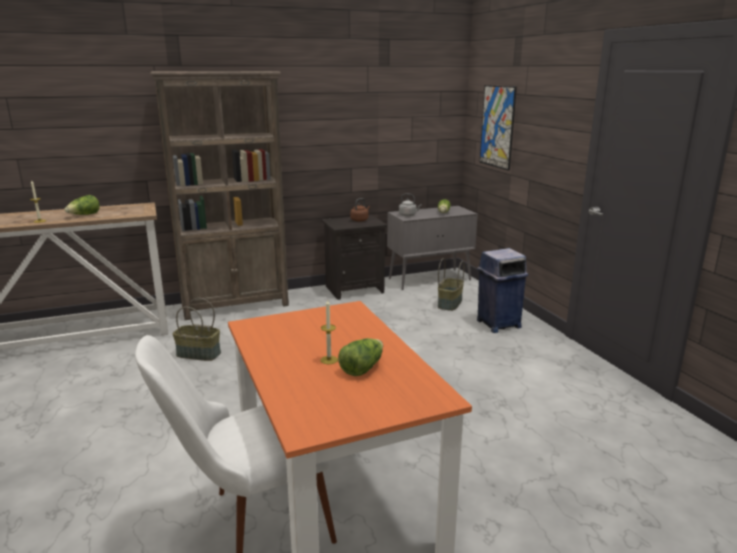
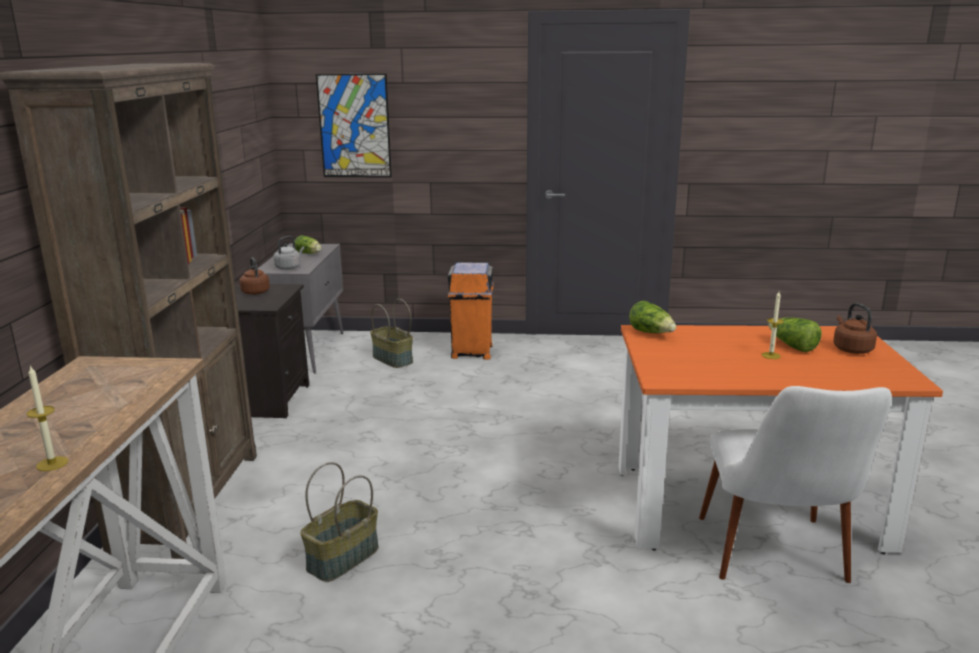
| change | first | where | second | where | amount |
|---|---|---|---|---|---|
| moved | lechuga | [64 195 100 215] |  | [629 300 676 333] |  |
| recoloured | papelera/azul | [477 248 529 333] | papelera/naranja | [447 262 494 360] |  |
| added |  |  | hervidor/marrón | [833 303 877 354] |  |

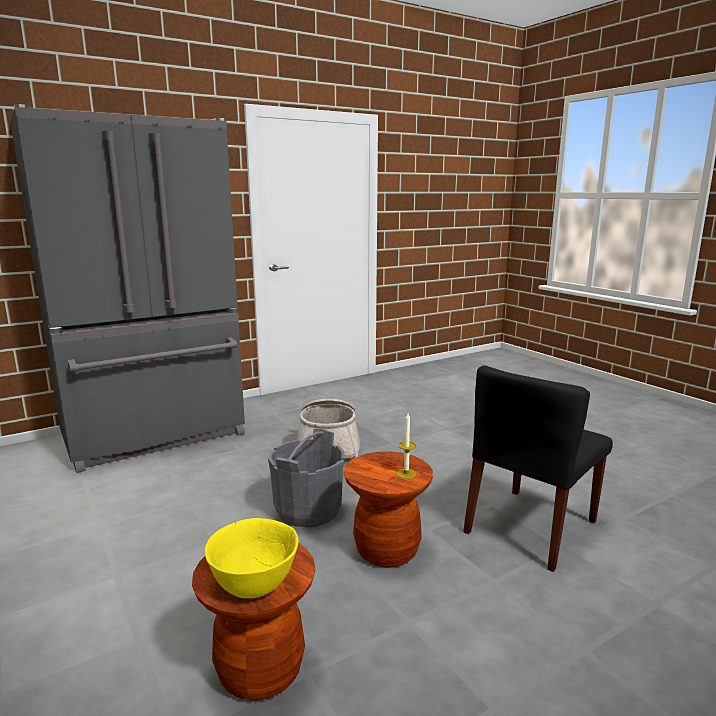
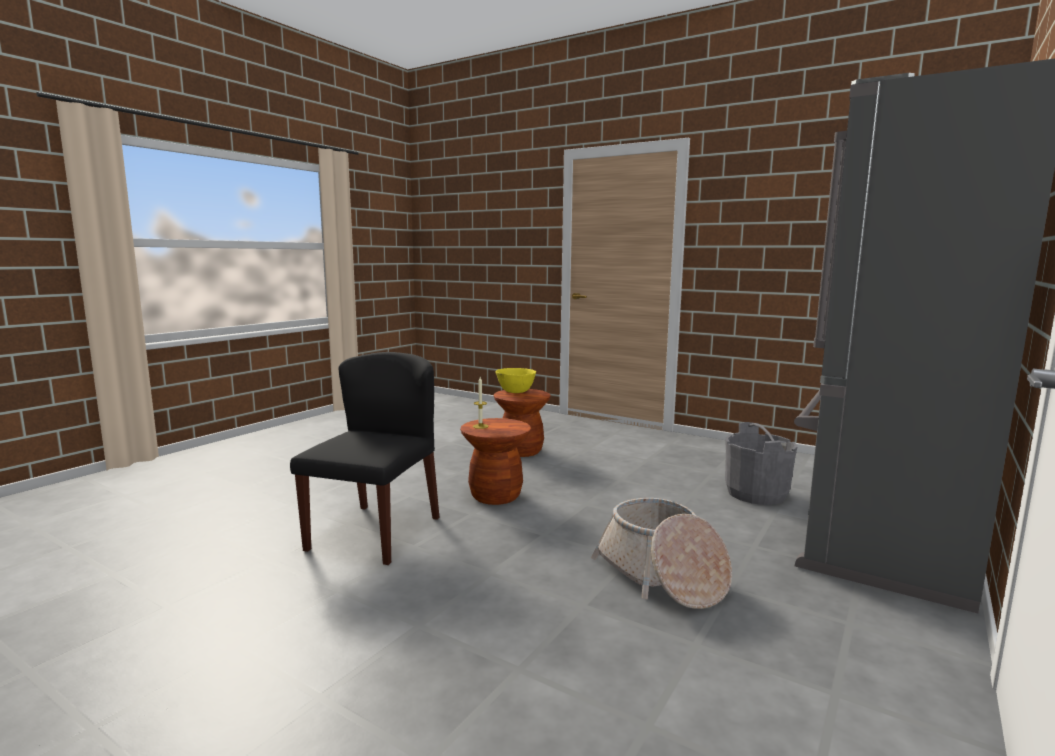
| change | first | where | second | where | amount |
|---|---|---|---|---|---|
| moved | cubo/gris | [268 429 344 527] |  | [725 422 798 505] |  |

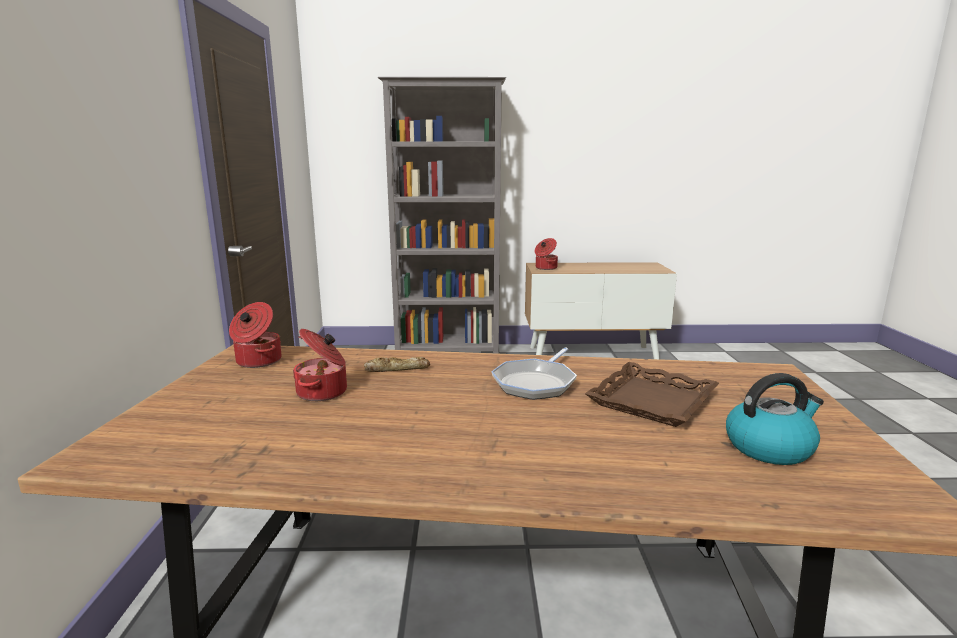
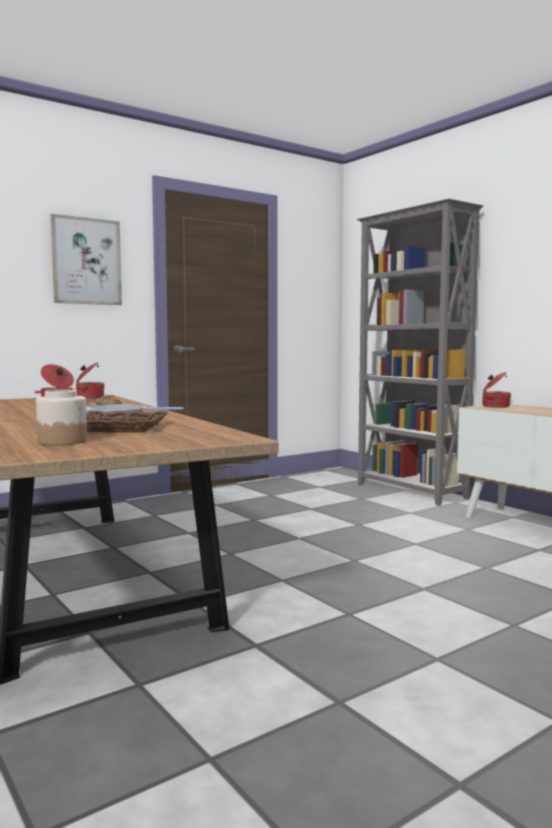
| change | first | where | second | where | amount |
|---|---|---|---|---|---|
| replaced | hervidor | [726 373 824 465] | tarro | [36 390 87 445] |  |
| added |  |  | cuadro | [51 214 122 305] |  |

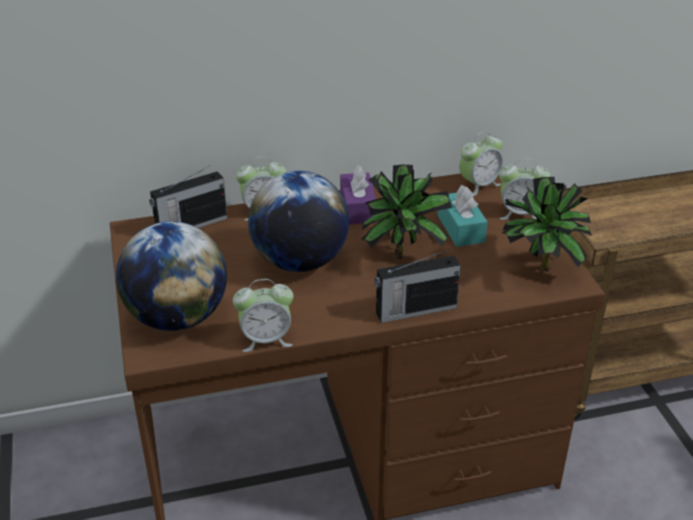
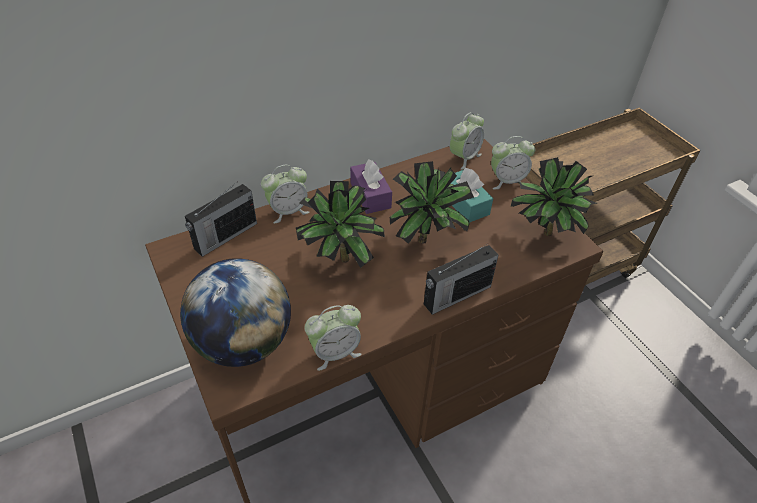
| change | first | where | second | where | amount |
|---|---|---|---|---|---|
| replaced | globo terráqueo | [248 171 349 272] | planta en maceta | [296 181 385 268] |  |

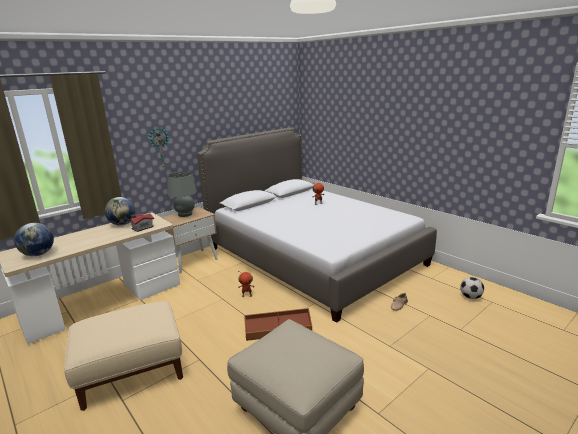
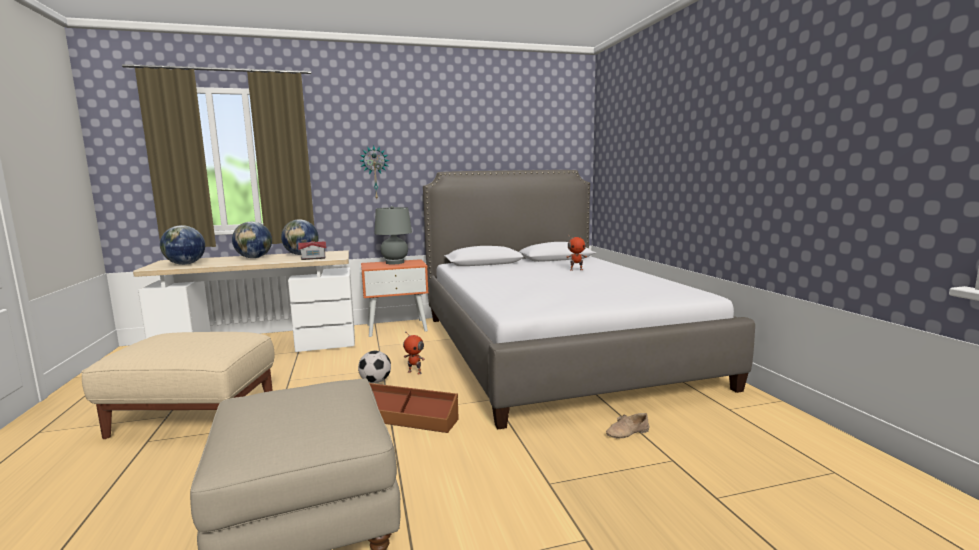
| change | first | where | second | where | amount |
|---|---|---|---|---|---|
| recoloured | mesita de noche/beis | [161 207 218 274] | mesita de noche/naranja | [361 259 429 337] |  |
| moved | balón de fútbol | [460 277 484 299] |  | [358 350 391 383] |  |
| added |  |  | globo terráqueo | [232 222 272 258] |  |

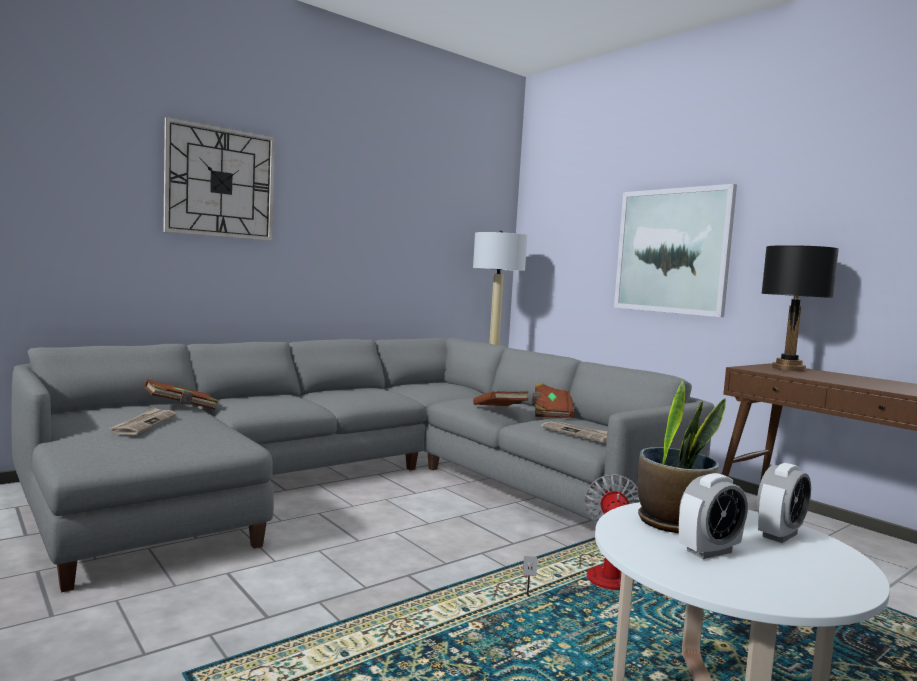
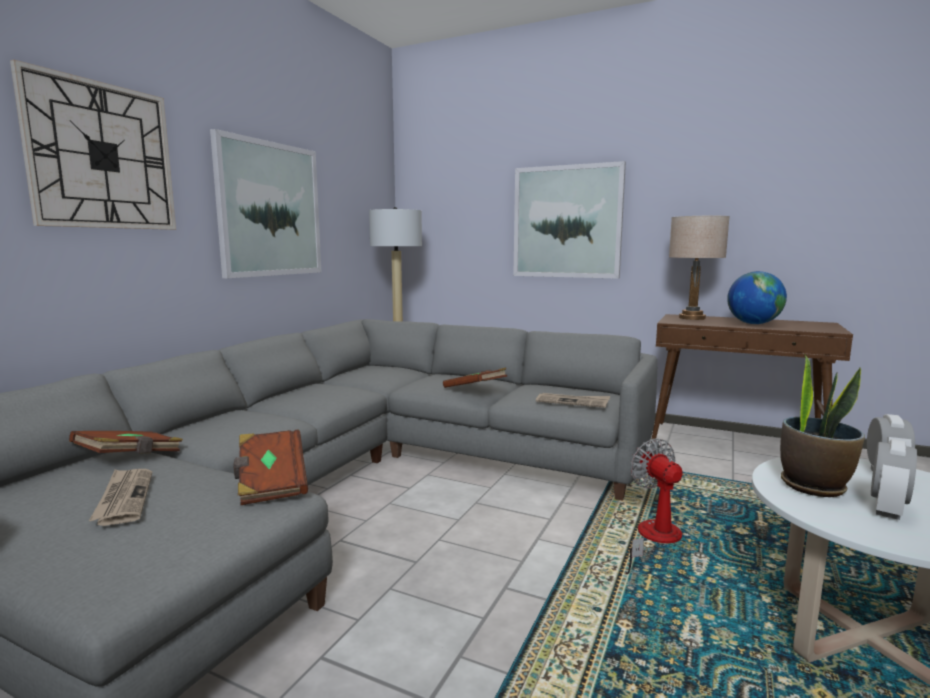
| change | first | where | second | where | amount |
|---|---|---|---|---|---|
| recoloured | lámpara de mesa/negro | [761 245 839 371] | lámpara de mesa/beis | [669 216 730 320] |  |
| moved | libro/marrón | [532 383 575 418] |  | [233 430 308 505] |  |
| added |  |  | cuadro | [210 129 321 278] |  |
| added |  |  | globo terráqueo | [727 271 787 324] |  |

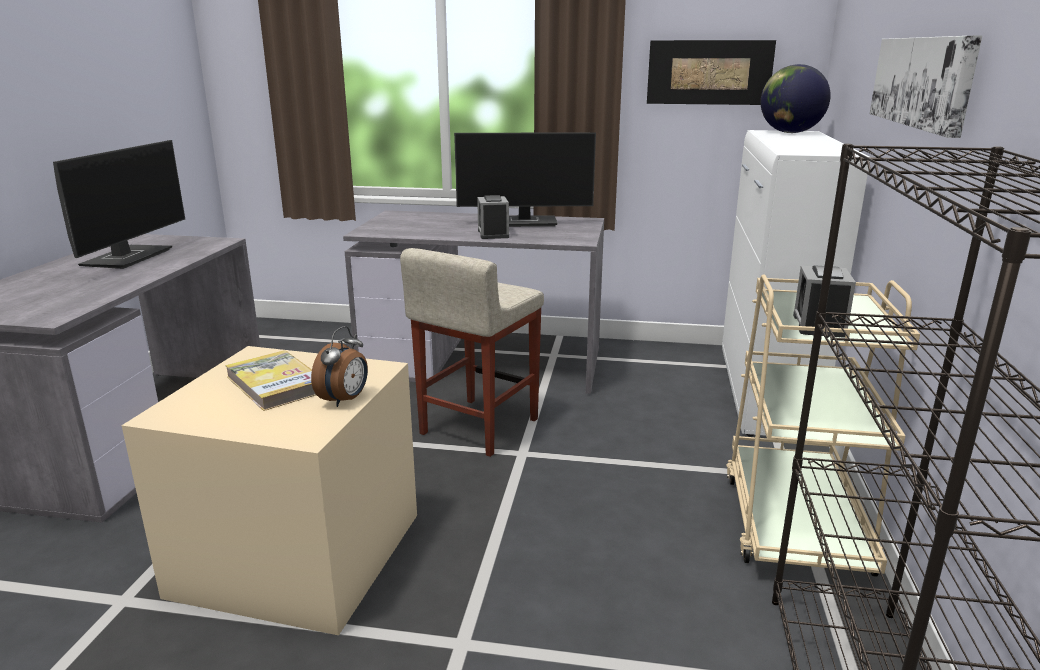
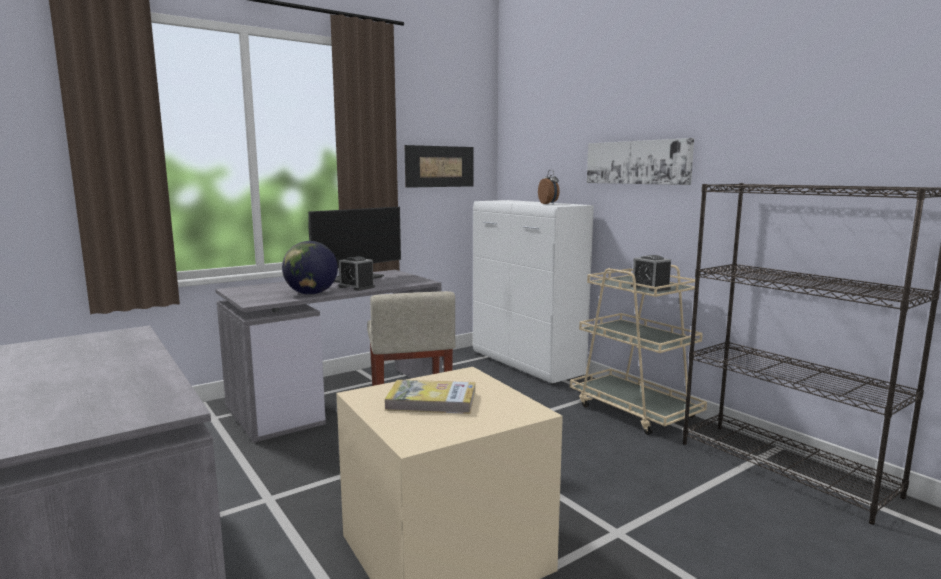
| change | first | where | second | where | amount |
|---|---|---|---|---|---|
| moved | globo terráqueo | [761 64 831 133] |  | [282 241 338 295] |  |
| removed | monitor | [53 140 185 269] |  |  |  |
| moved | despertador | [311 326 368 407] |  | [538 170 560 204] |  |

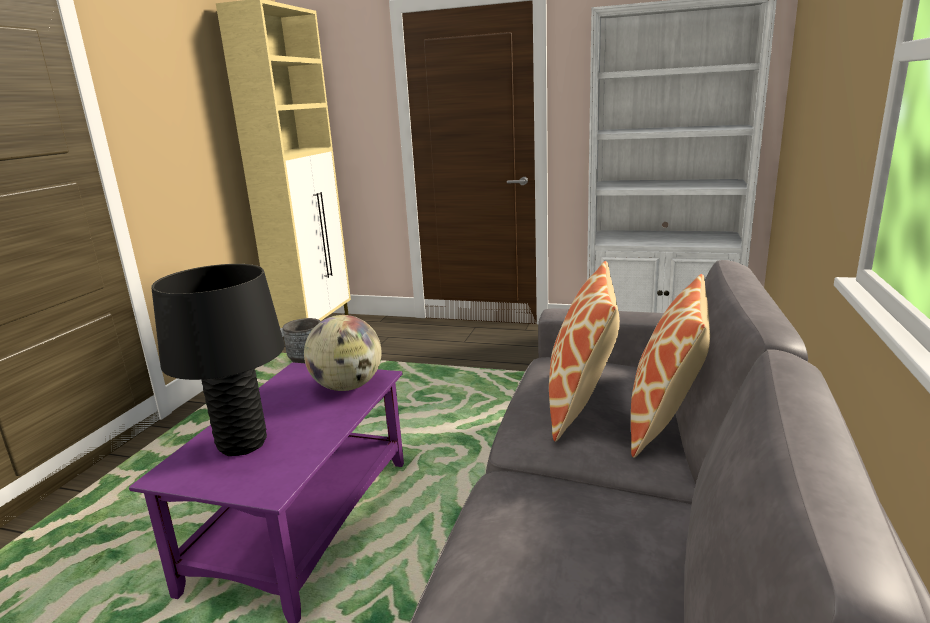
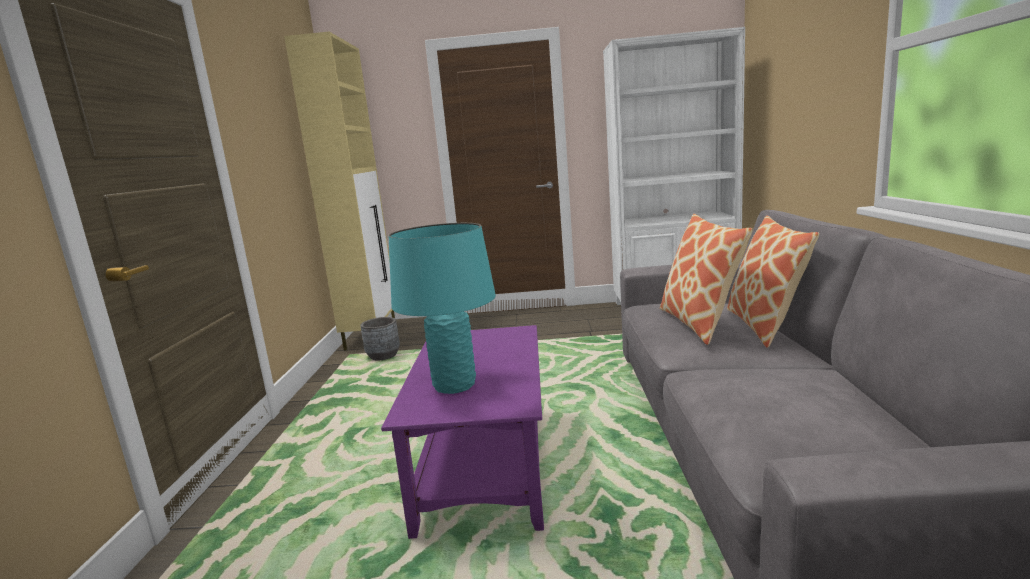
| change | first | where | second | where | amount |
|---|---|---|---|---|---|
| recoloured | lámpara de mesa/negro | [151 264 285 456] | lámpara de mesa/turquesa | [389 223 496 394] |  |
| removed | globo terráqueo | [304 315 382 391] |  |  |  |

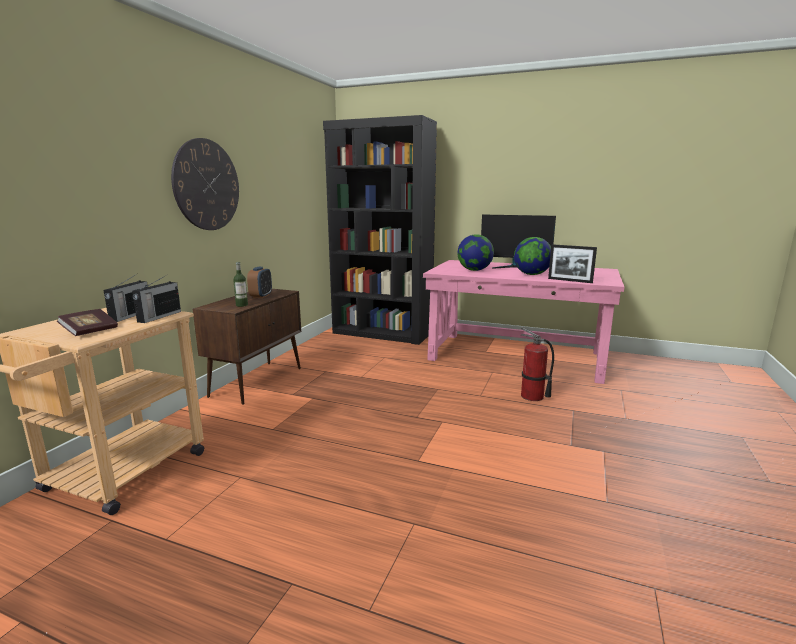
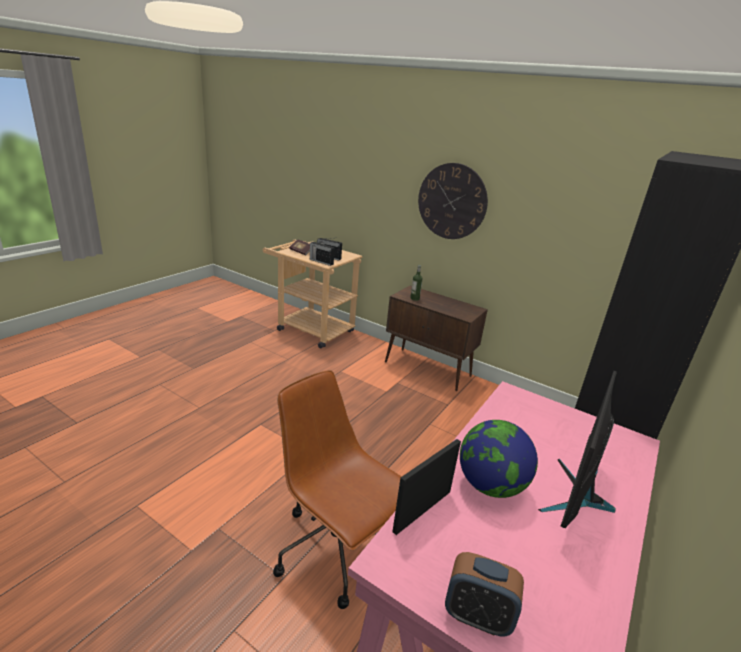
| change | first | where | second | where | amount |
|---|---|---|---|---|---|
| removed | globo terráqueo | [458 235 494 271] |  |  |  |
| moved | despertador | [247 267 272 298] |  | [445 552 524 636] |  |
| replaced | extintor | [521 327 554 401] | silla de oficina/marrón | [273 370 402 609] |  |

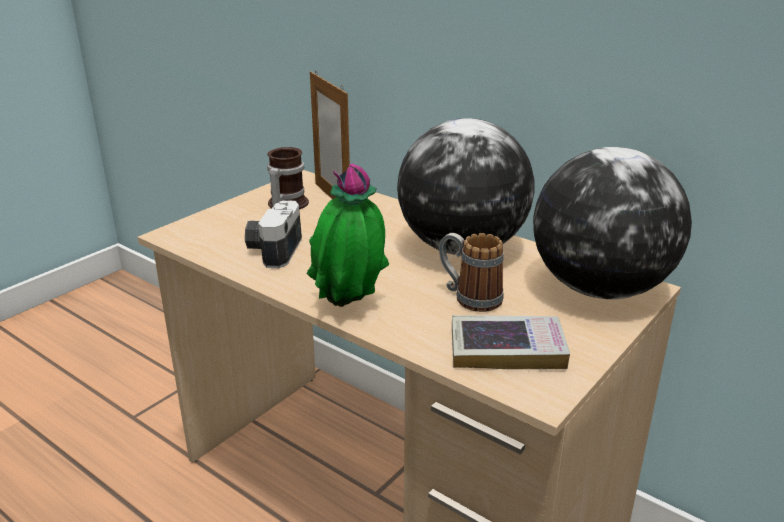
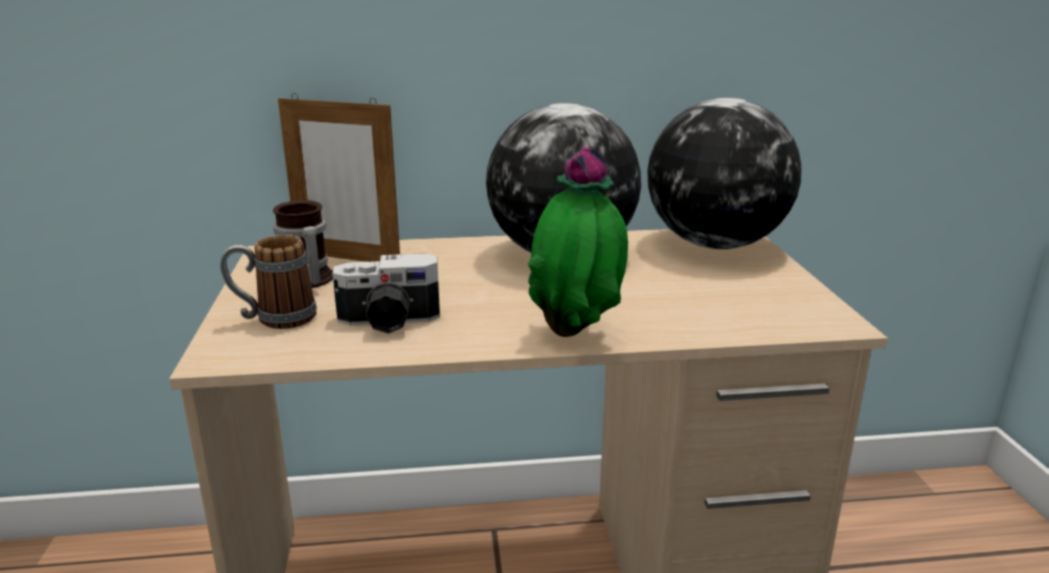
| change | first | where | second | where | amount |
|---|---|---|---|---|---|
| turned | cámara | [245 200 302 269] |  | [332 253 440 334] | 60 degrees counterclockwise |
| moved | taza grande | [439 233 504 312] |  | [220 235 317 329] |  |
| removed | libro | [452 315 570 370] |  |  |  |

